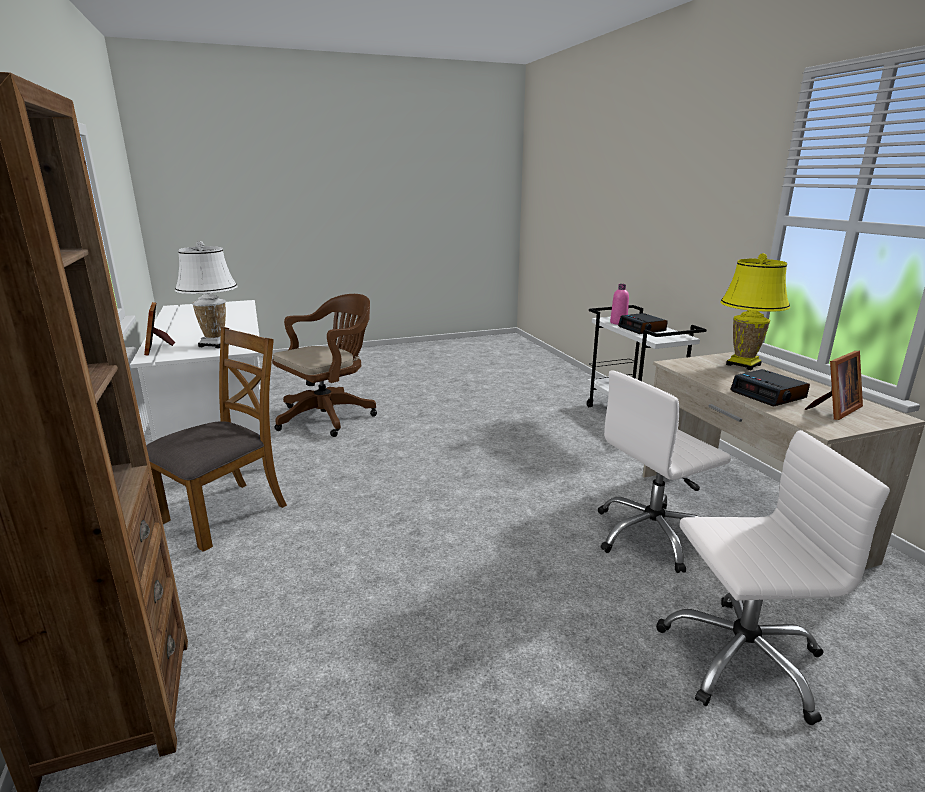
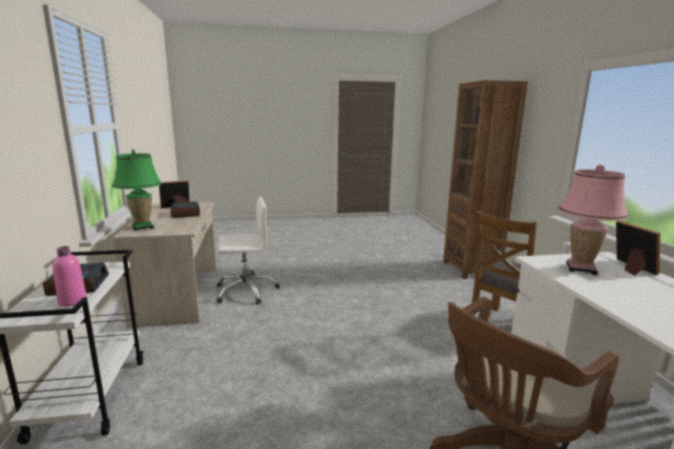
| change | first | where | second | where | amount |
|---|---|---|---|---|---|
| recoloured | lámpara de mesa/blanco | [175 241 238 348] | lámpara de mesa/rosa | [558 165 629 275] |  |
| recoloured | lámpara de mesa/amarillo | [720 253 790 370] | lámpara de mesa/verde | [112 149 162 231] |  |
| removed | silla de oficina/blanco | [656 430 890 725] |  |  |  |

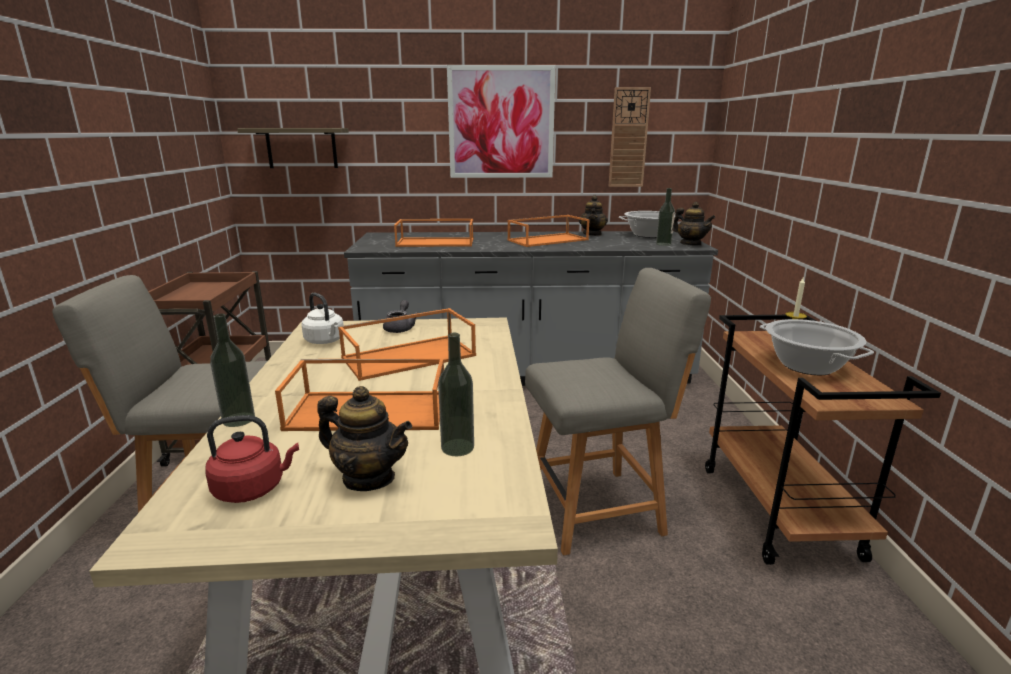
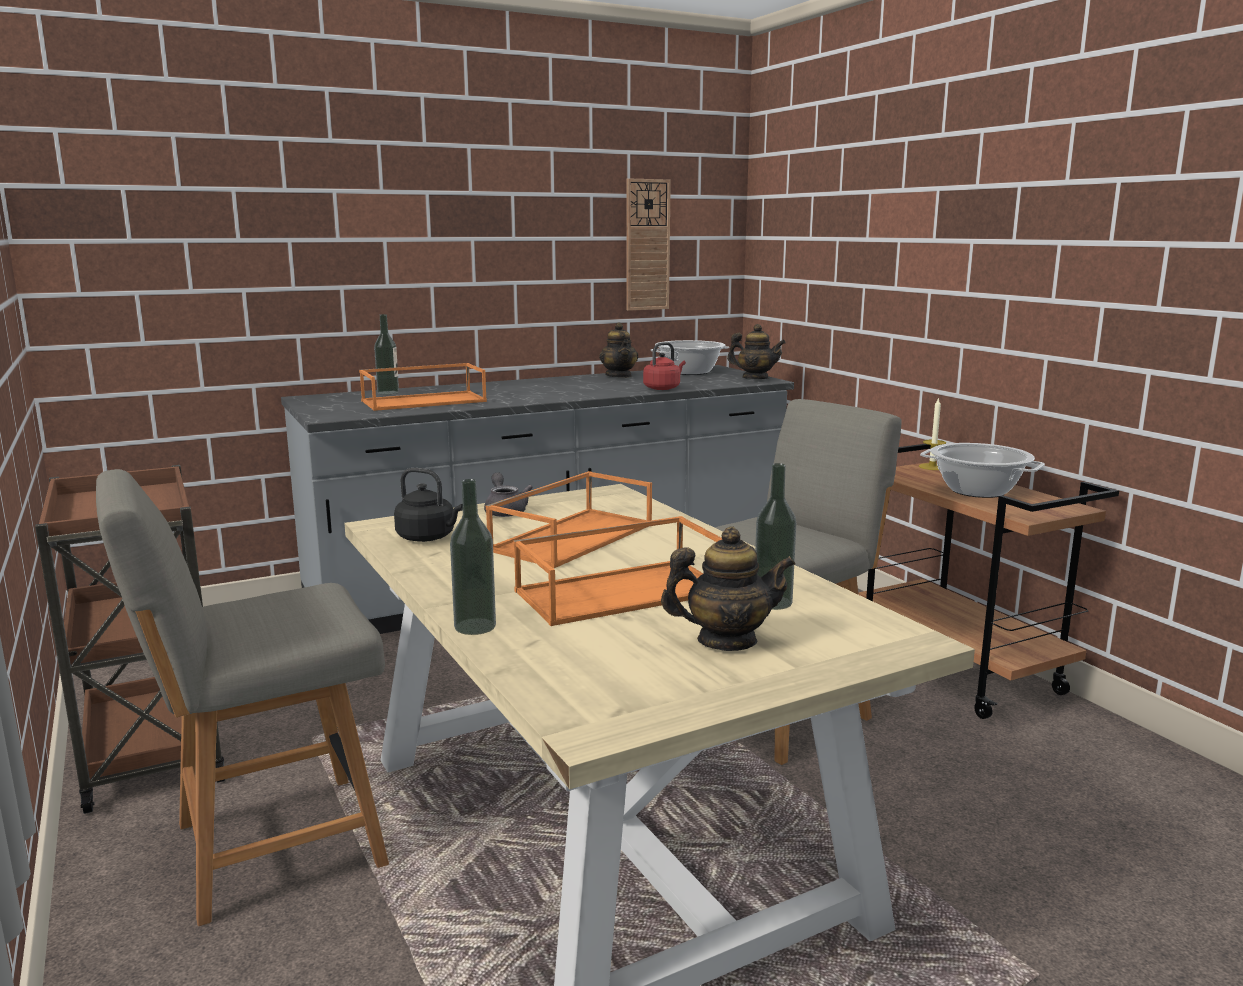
| change | first | where | second | where | amount |
|---|---|---|---|---|---|
| removed | cuadro | [447 65 556 178] |  |  |  |
| removed | estante | [237 128 349 168] |  |  |  |
| moved | botella | [656 188 675 246] |  | [374 314 399 395] |  |
| removed | bandeja/naranja | [507 215 590 247] |  |  |  |
| recoloured | hervidor/blanco | [302 293 344 344] | hervidor/negro | [394 468 463 542] |  |
| moved | hervidor/rojo | [205 415 299 503] |  | [643 342 686 390] |  |

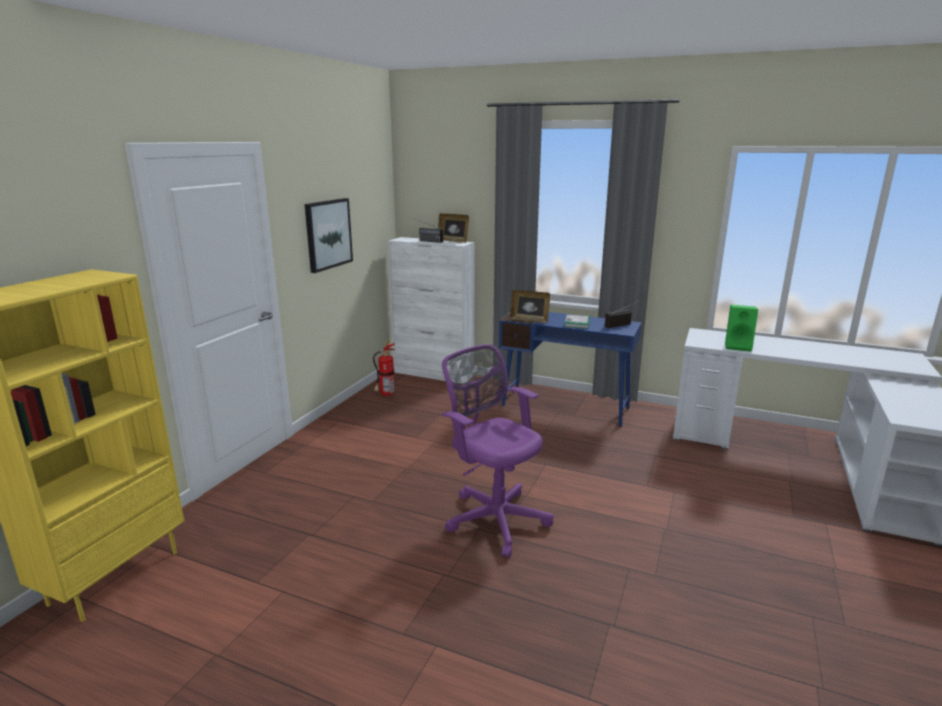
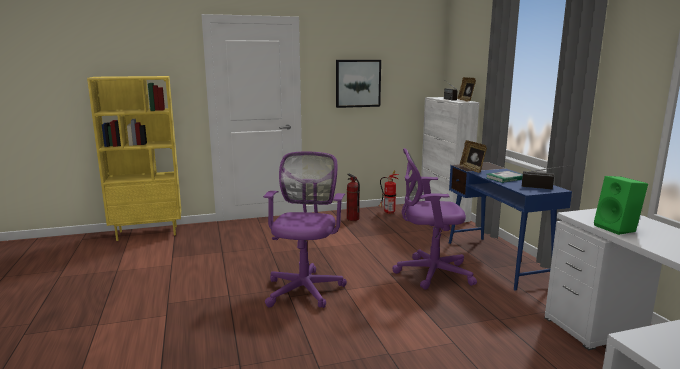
| change | first | where | second | where | amount |
|---|---|---|---|---|---|
| added |  |  | silla de oficina/morado | [392 148 477 290] |  |
| added |  |  | extintor | [347 174 360 221] |  |

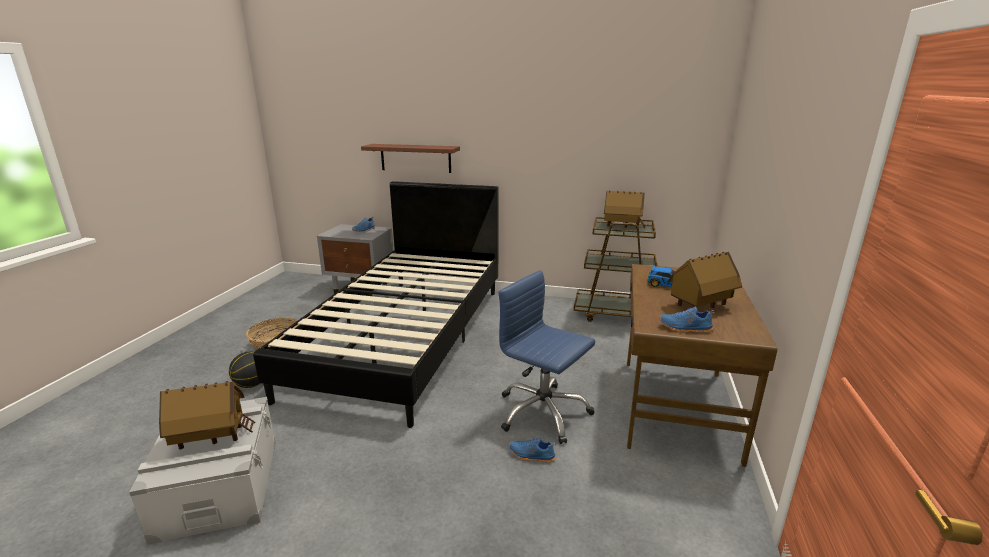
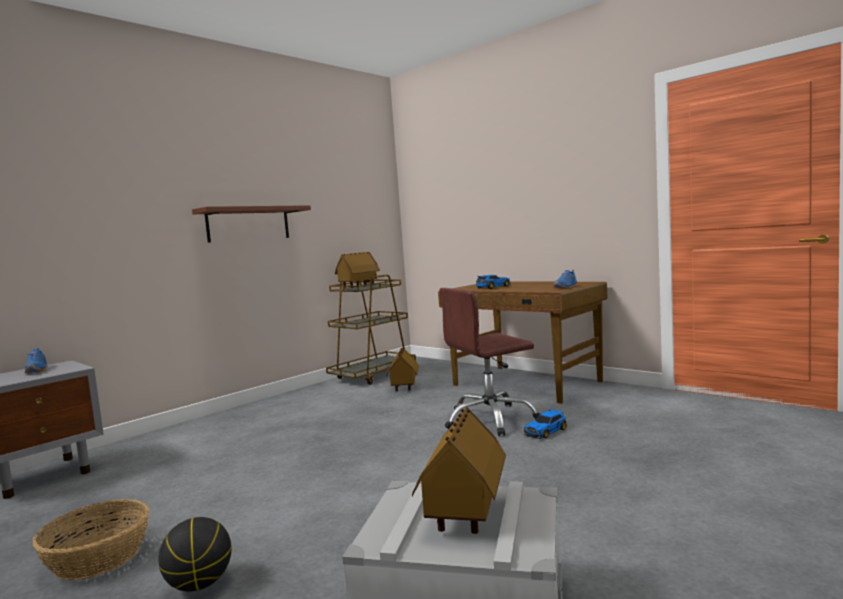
| change | first | where | second | where | amount |
|---|---|---|---|---|---|
| moved | estante/marrón | [361 144 460 173] |  | [192 205 311 243] |  |
| removed | cama/negro | [253 181 499 428] |  |  |  |
| moved | casita | [667 252 742 308] |  | [386 348 419 391] |  |
| recoloured | silla de oficina/azul | [498 270 595 444] | silla de oficina/marrón | [440 288 540 436] |  |
| replaced | zapato/azul | [509 437 556 463] | coche de juguete | [524 409 567 439] |  |

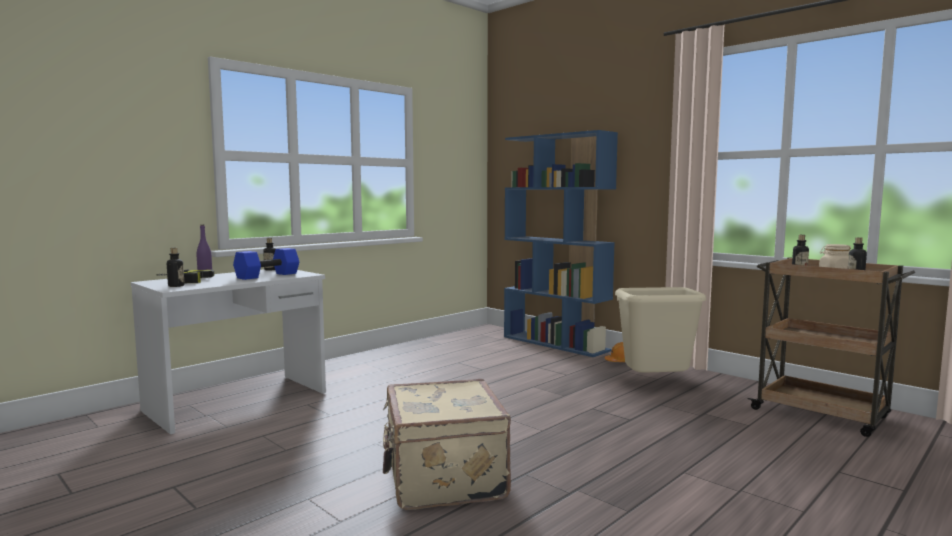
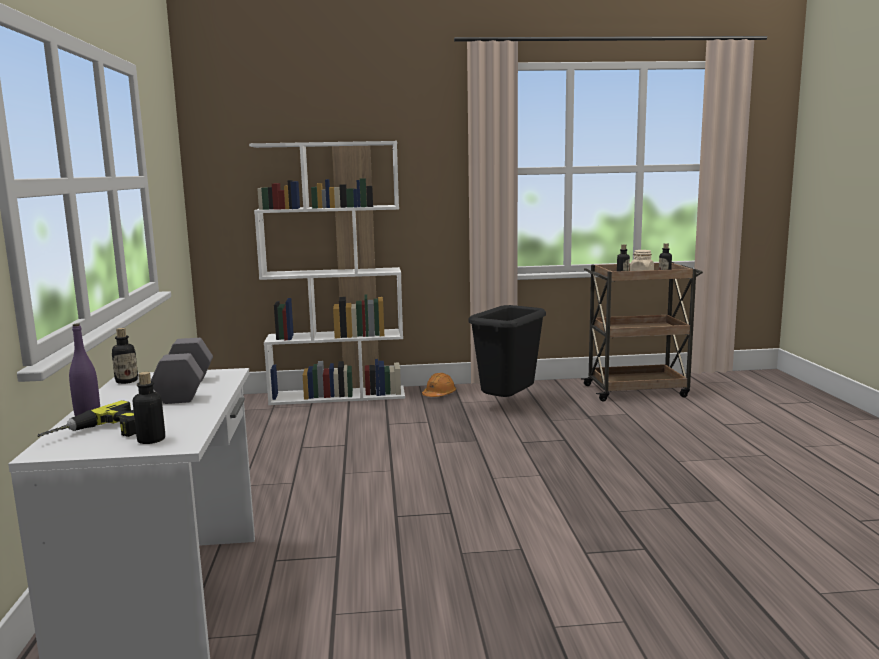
| change | first | where | second | where | amount |
|---|---|---|---|---|---|
| recoloured | estantería/azul | [504 130 618 357] | estantería/blanco | [249 141 405 405] |  |
| recoloured | mancuerna/azul | [233 248 299 280] | mancuerna/gris | [151 338 213 404] |  |
| recoloured | papelera/beis | [615 287 706 373] | papelera/negro | [468 305 546 397] |  |
| removed | maleta/beis | [383 379 511 510] |  |  |  |

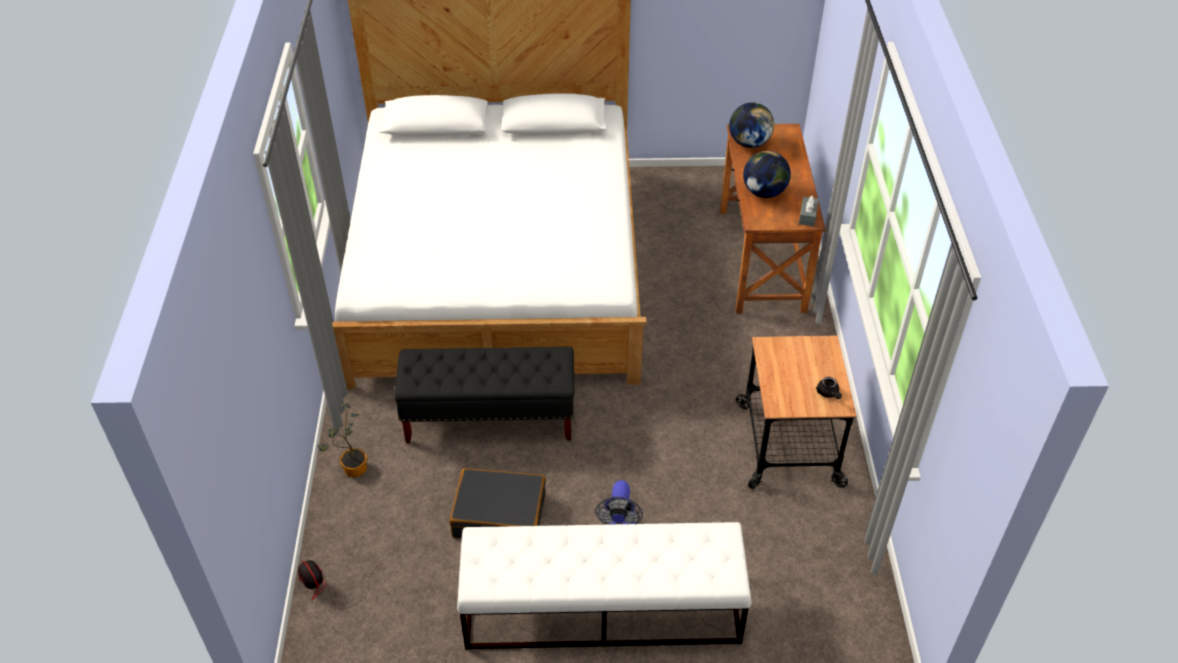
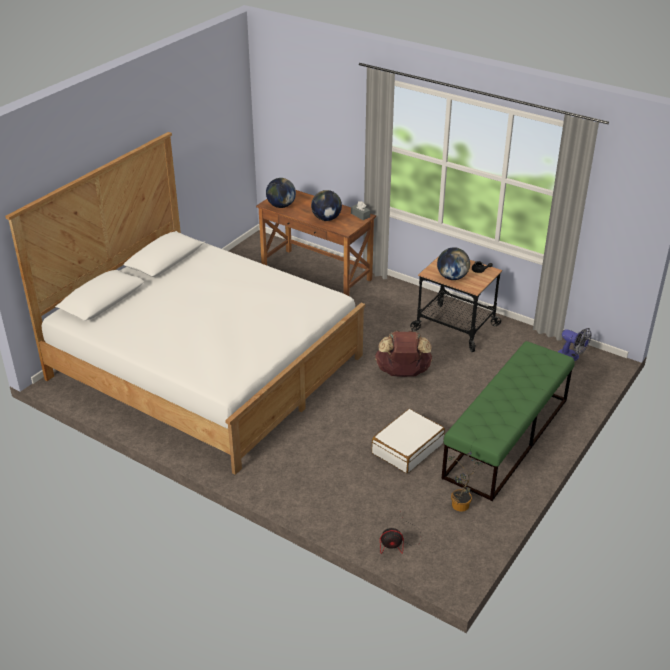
| change | first | where | second | where | amount |
|---|---|---|---|---|---|
| removed | banco/negro | [394 347 574 443] |  |  |  |
| moved | planta en maceta | [318 403 367 477] |  | [448 451 483 512] |  |
| recoloured | maleta/negro | [450 468 546 539] | maleta/blanco | [372 409 445 473] |  |
| moved | ventilador | [595 480 643 525] |  | [558 328 591 361] |  |
| recoloured | banco/blanco | [457 522 751 650] | banco/verde | [441 341 575 501] |  |
| added |  |  | globo terráqueo | [437 247 470 280] |  |
| added |  |  | mochila/marrón | [375 331 432 377] |  |

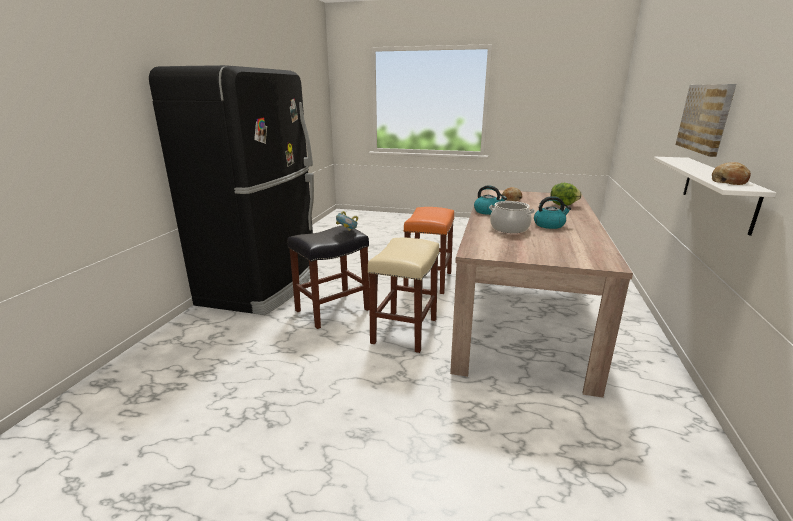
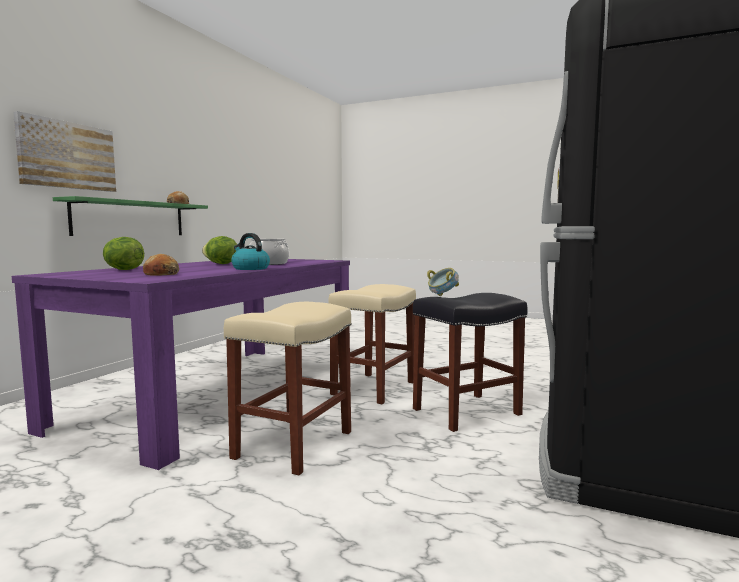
| change | first | where | second | where | amount |
|---|---|---|---|---|---|
| recoloured | estante/blanco | [654 157 777 236] | estante/verde | [53 196 208 236] |  |
| recoloured | mesa de comedor/beis | [450 189 633 398] | mesa de comedor/morado | [12 259 350 470] |  |
| replaced | hervidor | [534 196 571 229] | lechuga | [202 236 237 264] |  |
| recoloured | taburete/naranja | [403 207 455 294] | taburete/beis | [224 302 352 475] |  |

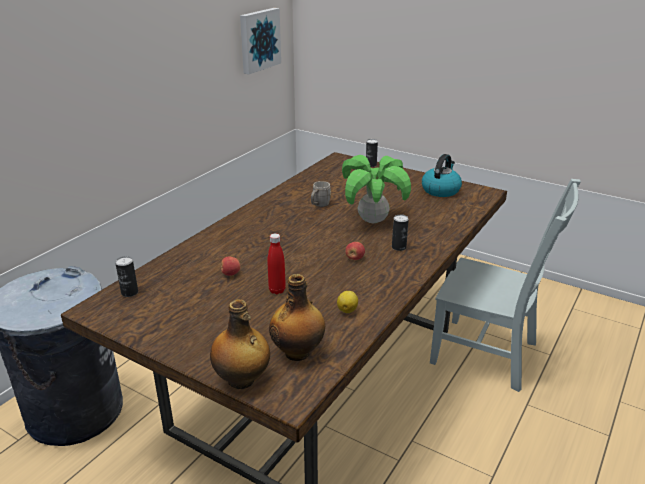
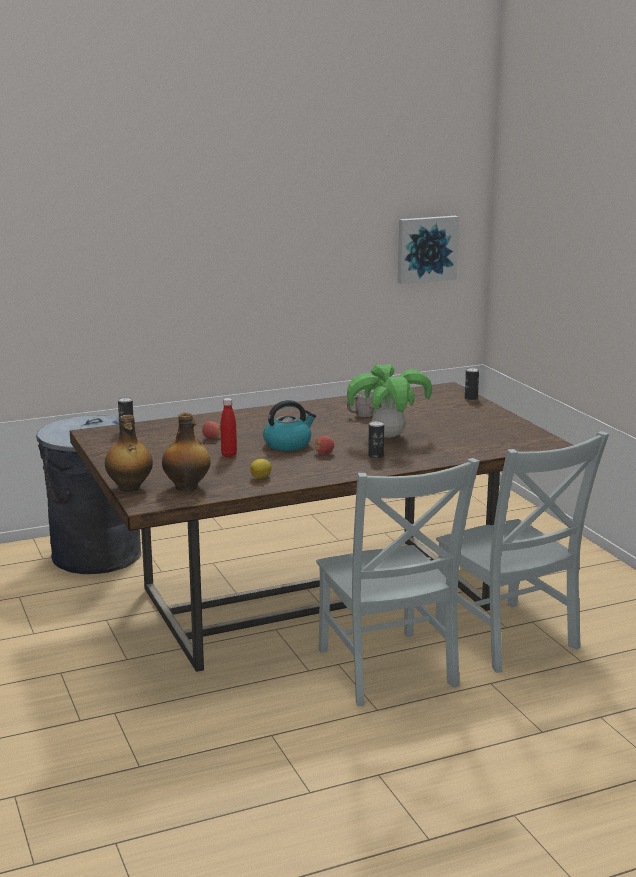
| change | first | where | second | where | amount |
|---|---|---|---|---|---|
| moved | hervidor | [422 154 462 197] |  | [263 400 316 451] |  |
| added |  |  | silla/gris | [316 458 480 706] |  |

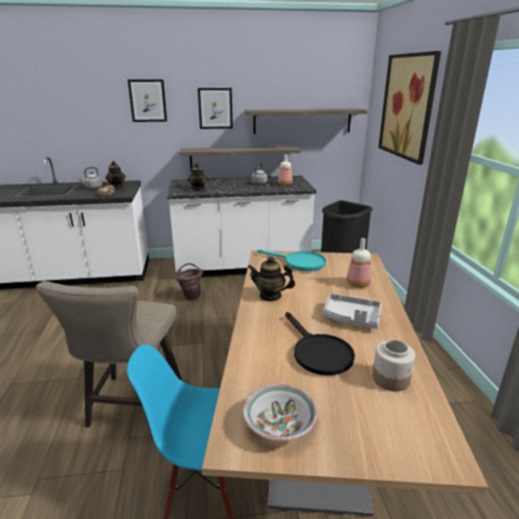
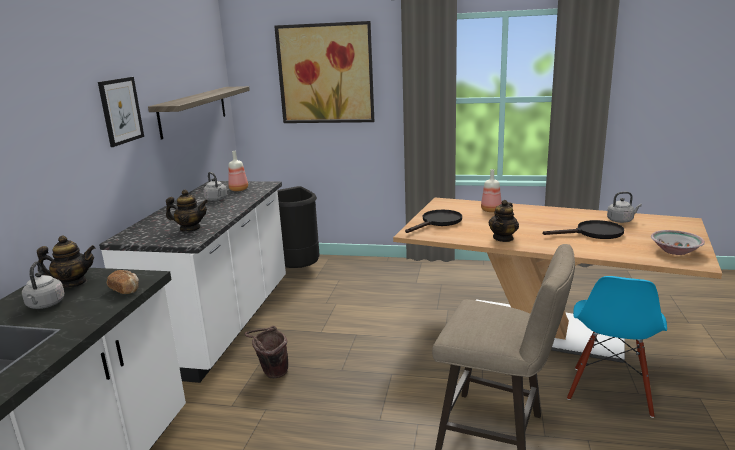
| change | first | where | second | where | amount |
|---|---|---|---|---|---|
| removed | cuadro | [128 79 167 122] |  |  |  |
| removed | estante | [179 146 300 171] |  |  |  |
| recoloured | sartén/turquesa | [257 249 326 271] | sartén/negro | [405 210 462 233] |  |
| removed | bandeja/gris | [323 294 382 329] |  |  |  |
| replaced | tarro | [372 339 415 392] | hervidor/gris | [607 192 642 223] |  |

